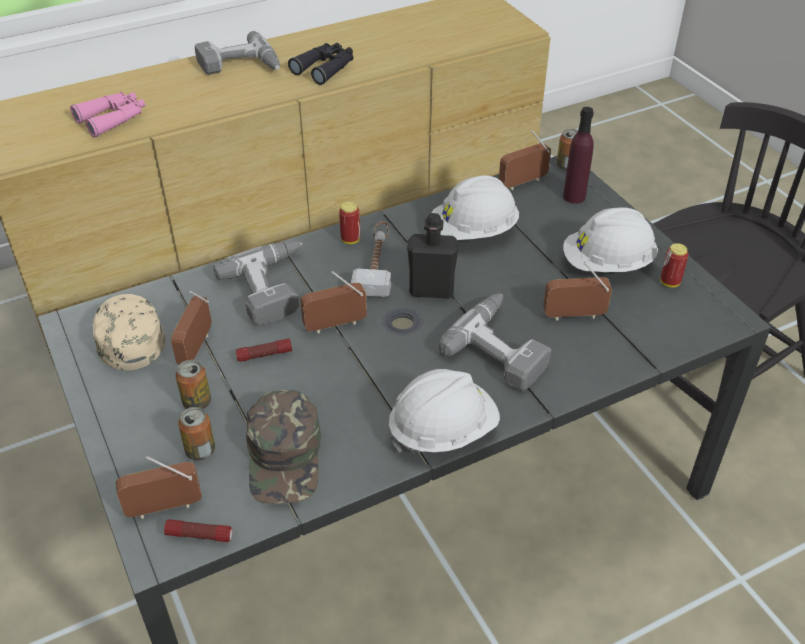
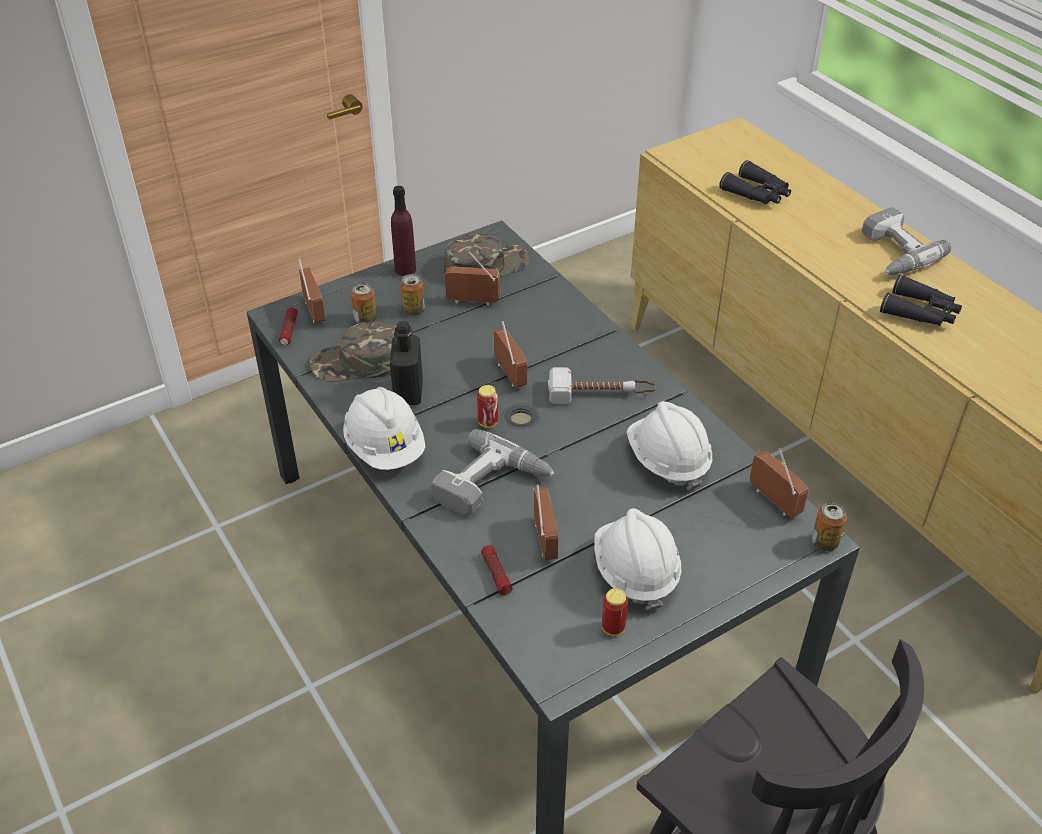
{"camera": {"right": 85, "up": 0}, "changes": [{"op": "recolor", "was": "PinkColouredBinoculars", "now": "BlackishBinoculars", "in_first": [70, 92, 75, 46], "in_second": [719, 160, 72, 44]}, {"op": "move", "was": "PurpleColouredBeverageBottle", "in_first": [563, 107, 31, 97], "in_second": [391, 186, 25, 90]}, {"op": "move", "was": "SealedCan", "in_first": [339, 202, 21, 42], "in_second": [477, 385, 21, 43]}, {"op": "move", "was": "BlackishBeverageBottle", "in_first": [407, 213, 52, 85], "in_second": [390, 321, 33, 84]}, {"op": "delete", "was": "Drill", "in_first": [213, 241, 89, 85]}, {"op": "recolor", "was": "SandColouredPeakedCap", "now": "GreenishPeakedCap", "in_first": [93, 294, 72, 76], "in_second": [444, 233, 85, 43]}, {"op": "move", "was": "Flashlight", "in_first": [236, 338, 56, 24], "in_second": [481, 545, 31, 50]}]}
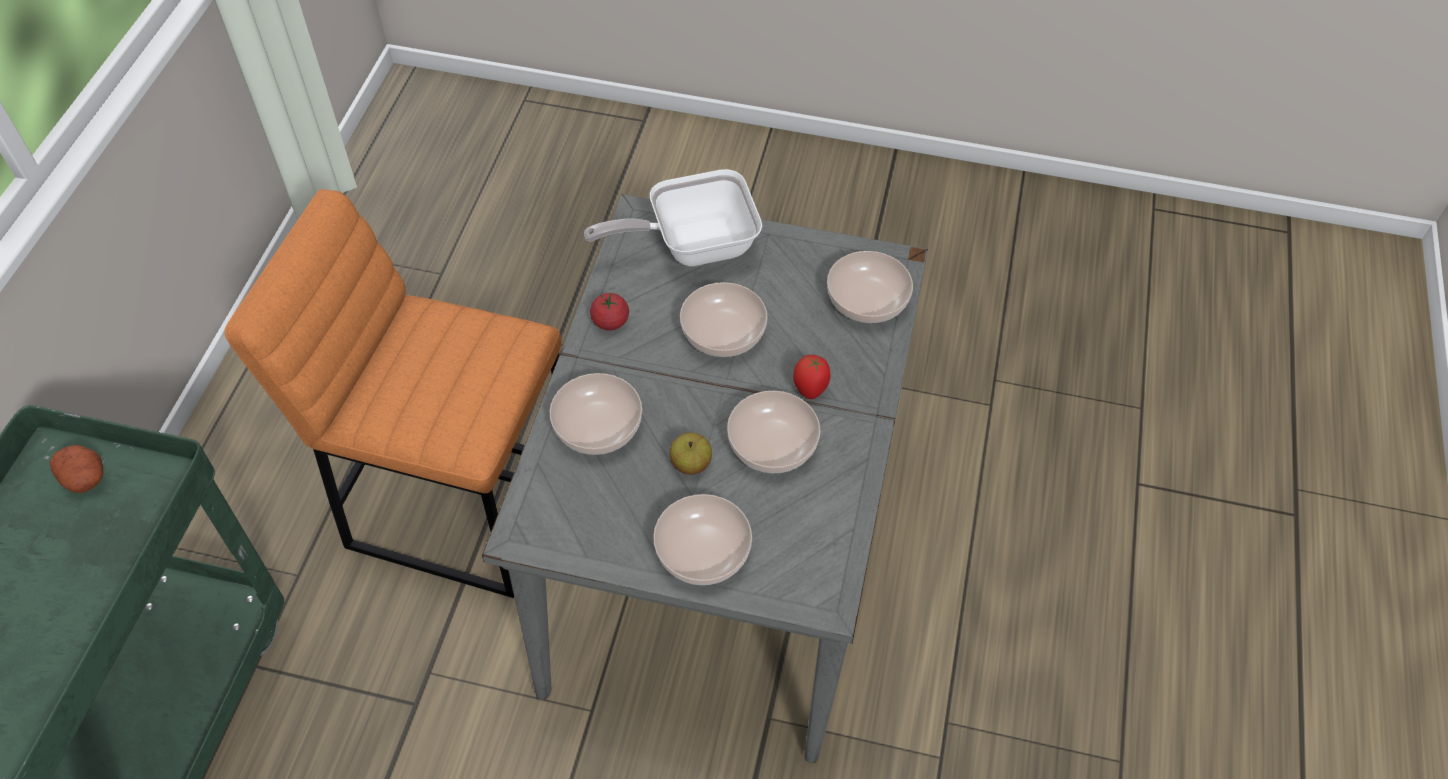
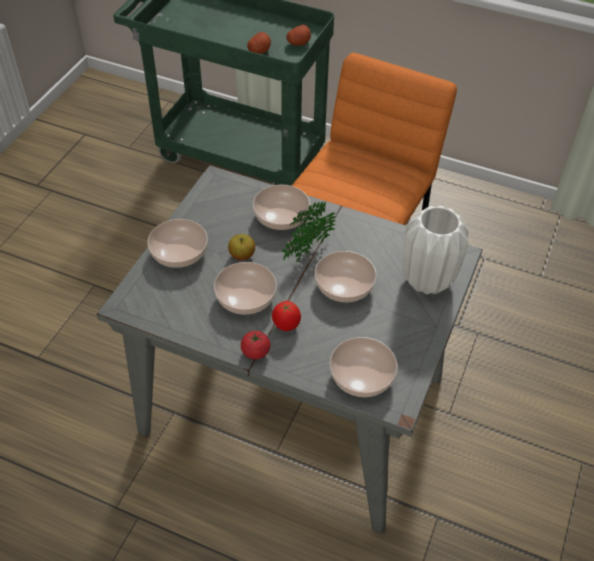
{"camera": {"right": 100, "up": -5}, "changes": [{"op": "replace", "was": "FryingPan", "now": "WhitishVase", "in_first": [584, 169, 178, 97], "in_second": [403, 205, 66, 90]}, {"op": "move", "was": "WholeTomato", "in_first": [590, 292, 39, 38], "in_second": [241, 331, 29, 28]}, {"op": "insert", "now": "WholePotato", "in_second": [247, 32, 24, 22]}, {"op": "insert", "now": "Houseplant", "in_second": [282, 202, 54, 62]}]}
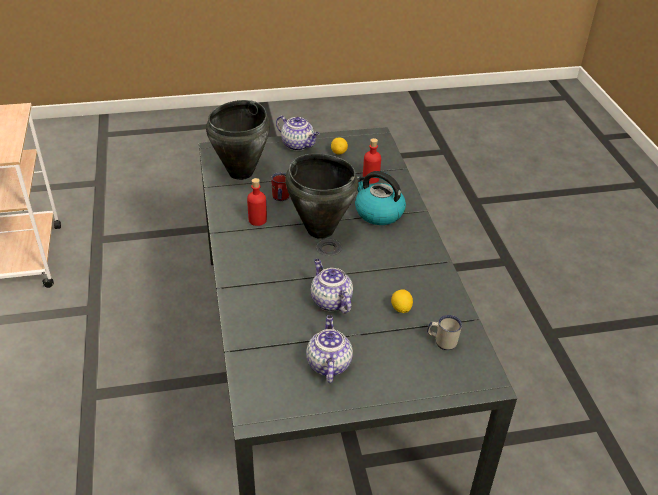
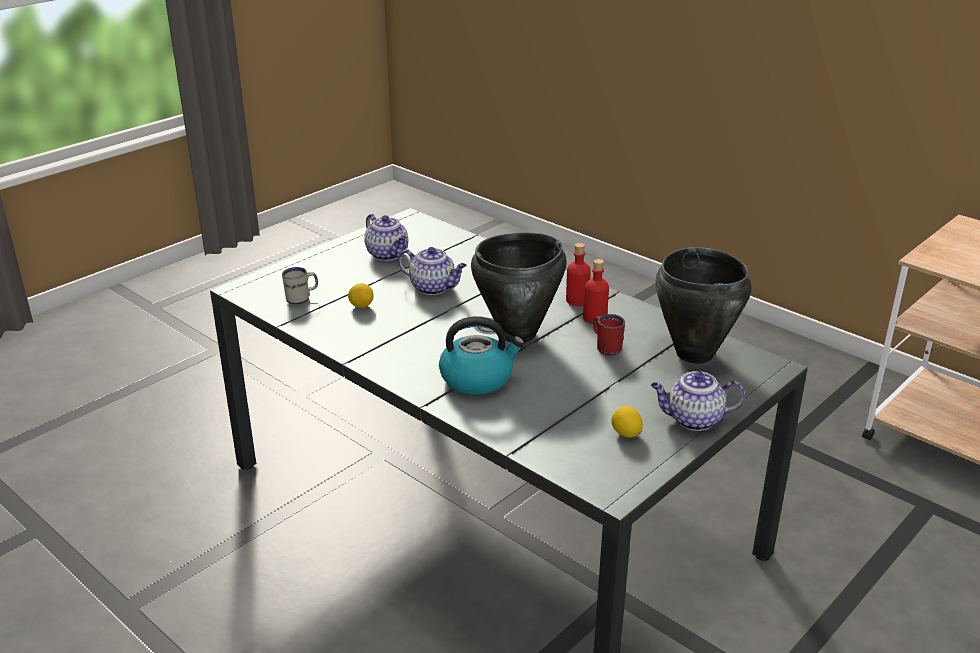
{"camera": {"right": 145, "up": -10}, "changes": [{"op": "move", "was": "ReddishBeverageBottle", "in_first": [363, 138, 18, 46], "in_second": [566, 243, 25, 63]}]}
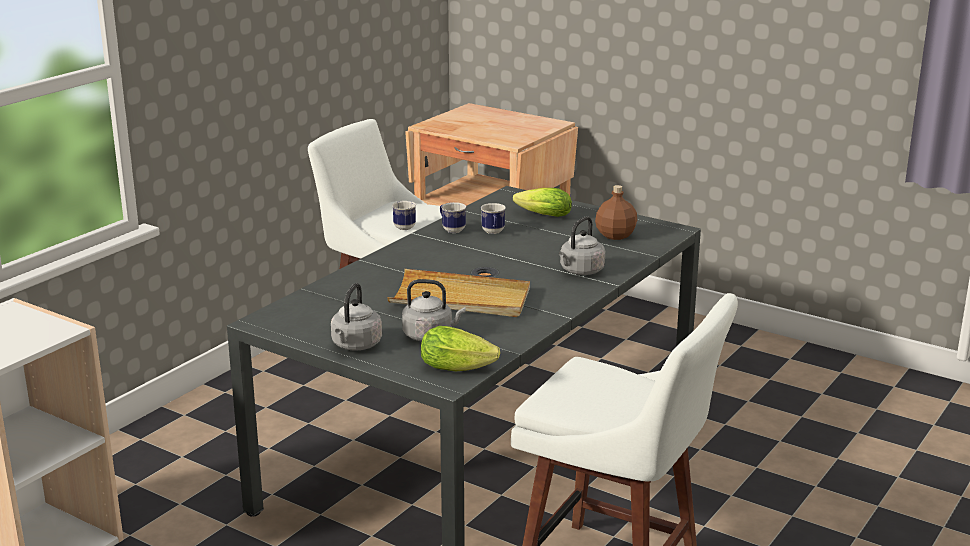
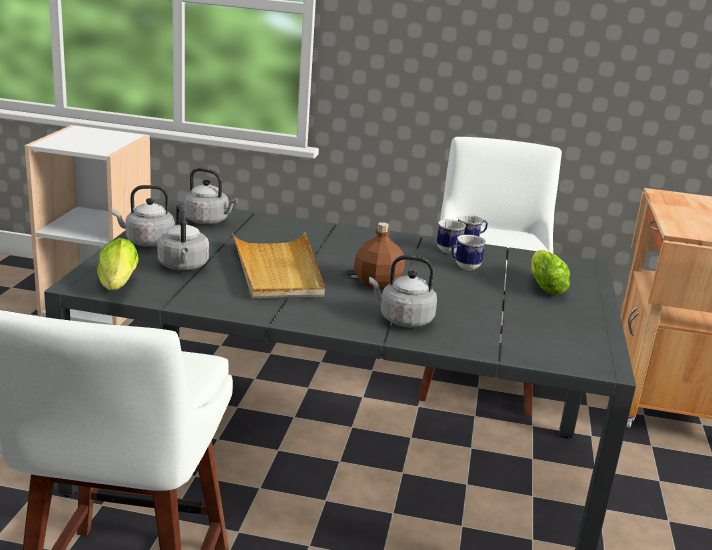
{"camera": {"right": 65, "up": 0}, "changes": [{"op": "move", "was": "BrownishBeverageBottle", "in_first": [595, 185, 42, 55], "in_second": [354, 222, 51, 67]}, {"op": "insert", "now": "GreyKettle", "in_second": [184, 168, 54, 56]}]}
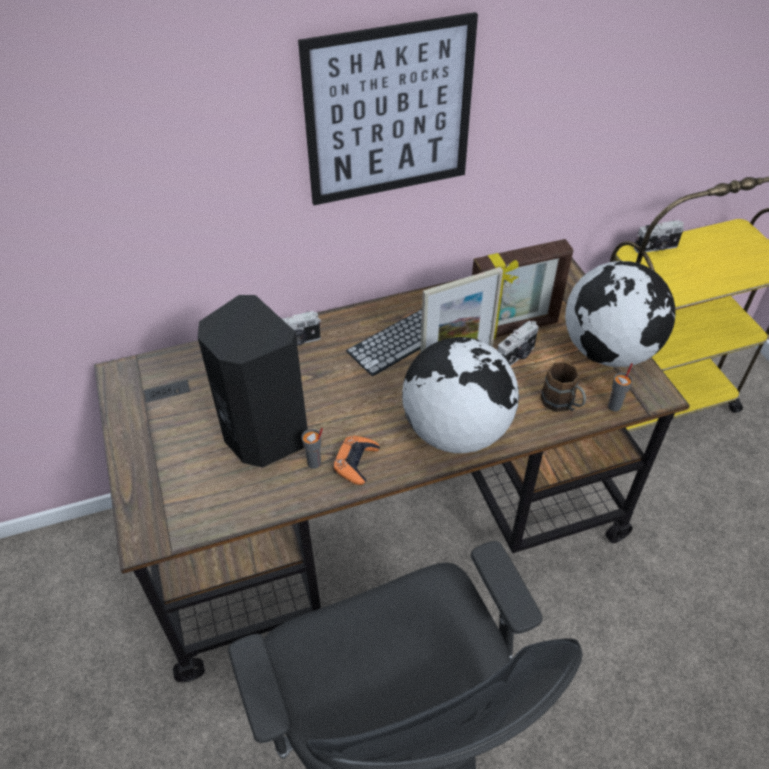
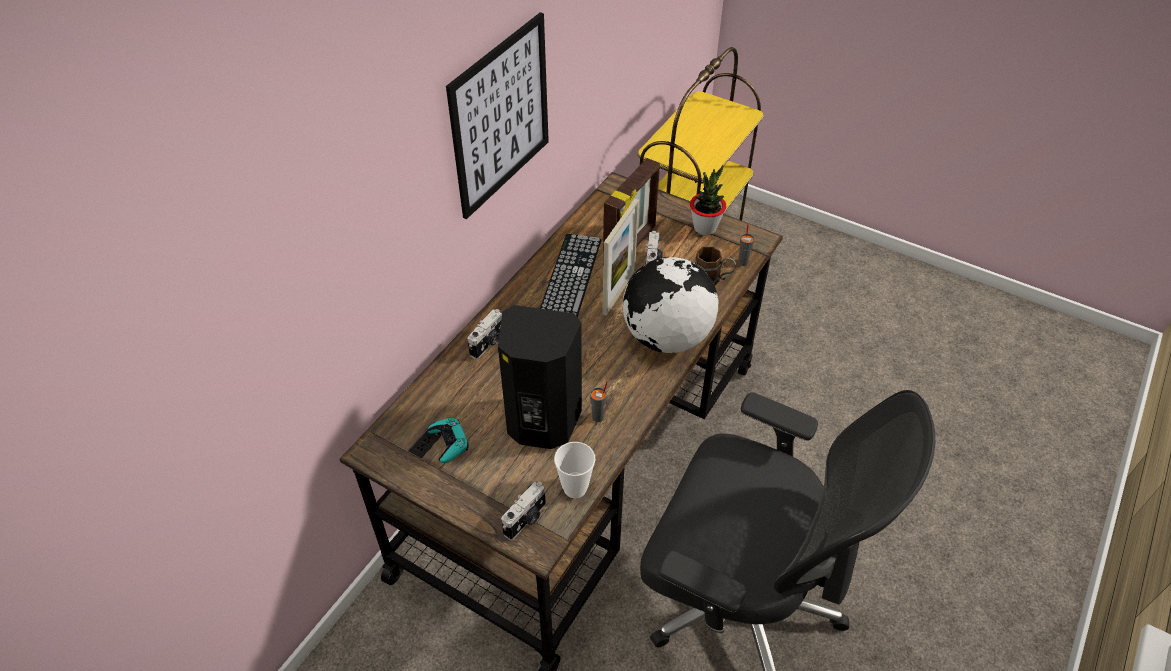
{"camera": {"right": -40, "up": 0}, "changes": [{"op": "move", "was": "StillCamera", "in_first": [634, 220, 50, 33], "in_second": [501, 482, 45, 58]}, {"op": "replace", "was": "Globe", "now": "Houseplant", "in_first": [565, 261, 111, 106], "in_second": [690, 165, 36, 70]}, {"op": "delete", "was": "OrangeyJoypad", "in_first": [333, 436, 47, 49]}, {"op": "insert", "now": "TurquoiseColouredJoypad", "in_second": [428, 418, 40, 45]}, {"op": "insert", "now": "SmallCup", "in_second": [554, 442, 41, 56]}]}
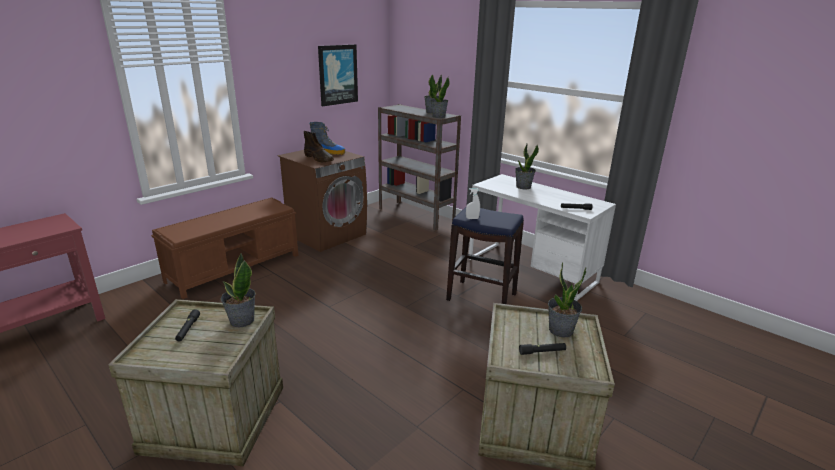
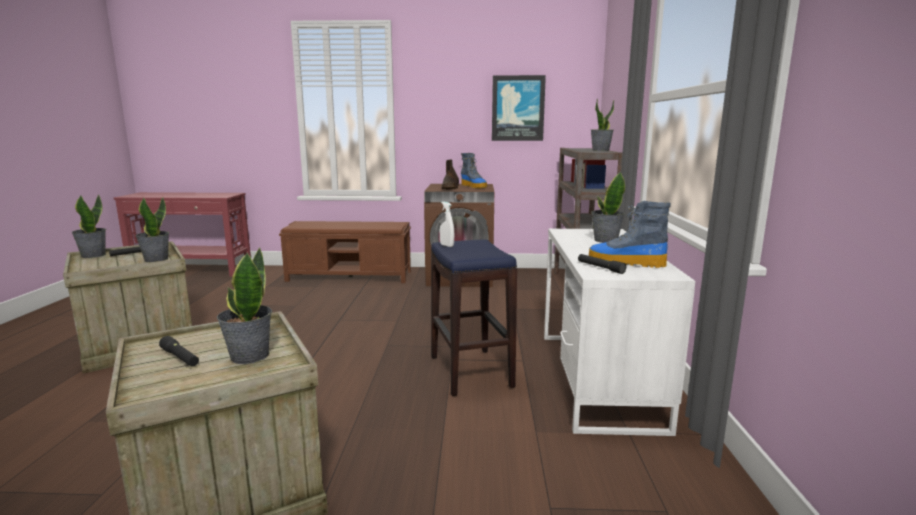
{"camera": {"right": 50, "up": -10}, "changes": [{"op": "move", "was": "Houseplant", "in_first": [431, 77, 19, 41], "in_second": [71, 195, 35, 63]}, {"op": "insert", "now": "TallBoot", "in_second": [589, 201, 82, 67]}]}
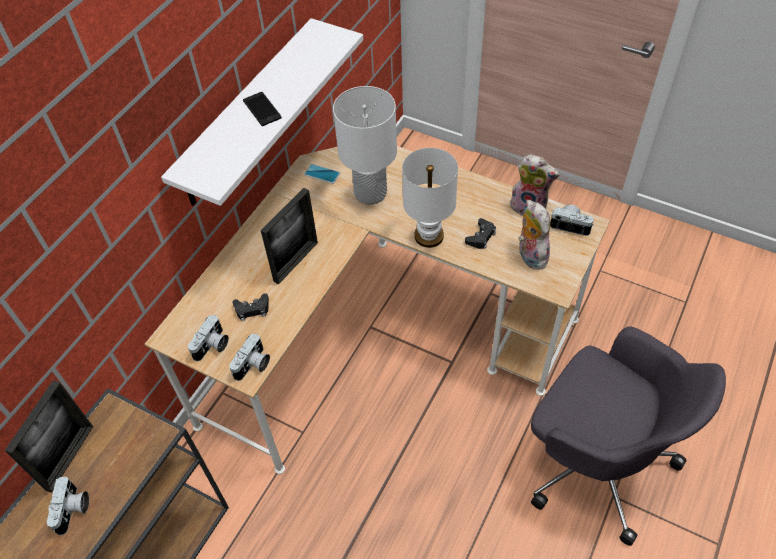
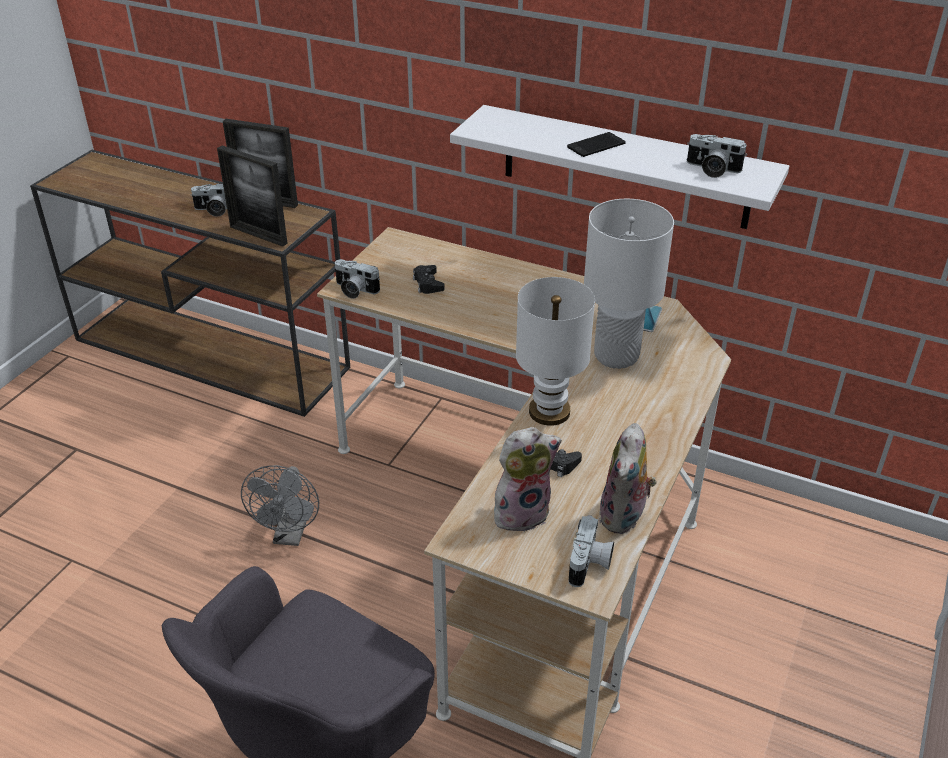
{"camera": {"right": 85, "up": -15}, "changes": [{"op": "move", "was": "PictureFrame", "in_first": [261, 188, 57, 96], "in_second": [217, 145, 71, 102]}, {"op": "move", "was": "StillCamera", "in_first": [188, 315, 41, 46], "in_second": [687, 134, 60, 44]}, {"op": "insert", "now": "GreyCoolingFan", "in_second": [241, 465, 78, 81]}]}
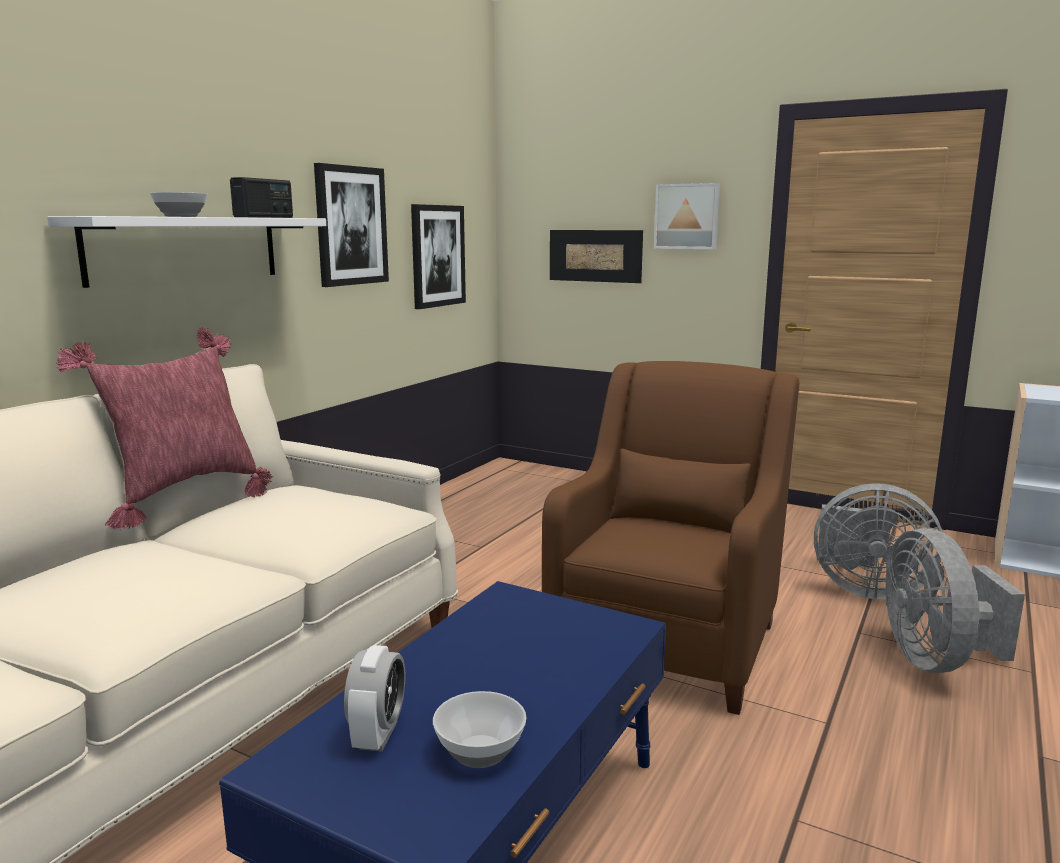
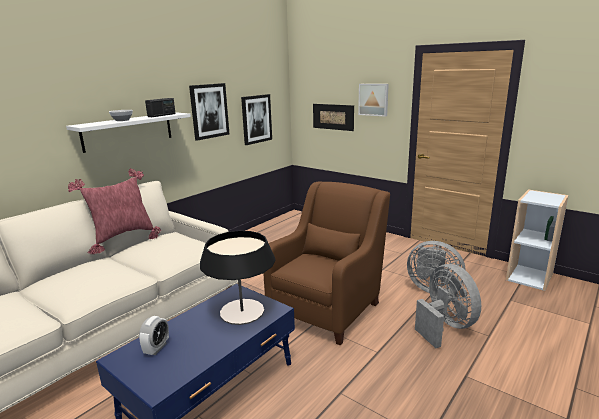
{"camera": {"right": 10, "up": 5}, "changes": [{"op": "rotate", "was": "GreyCoolingFan", "in_first": [885, 528, 140, 145], "in_second": [415, 264, 66, 84], "clockwise": 150}, {"op": "delete", "was": "ServingBowl", "in_first": [433, 691, 93, 77]}, {"op": "insert", "now": "TableLamp", "in_second": [200, 231, 75, 94]}]}
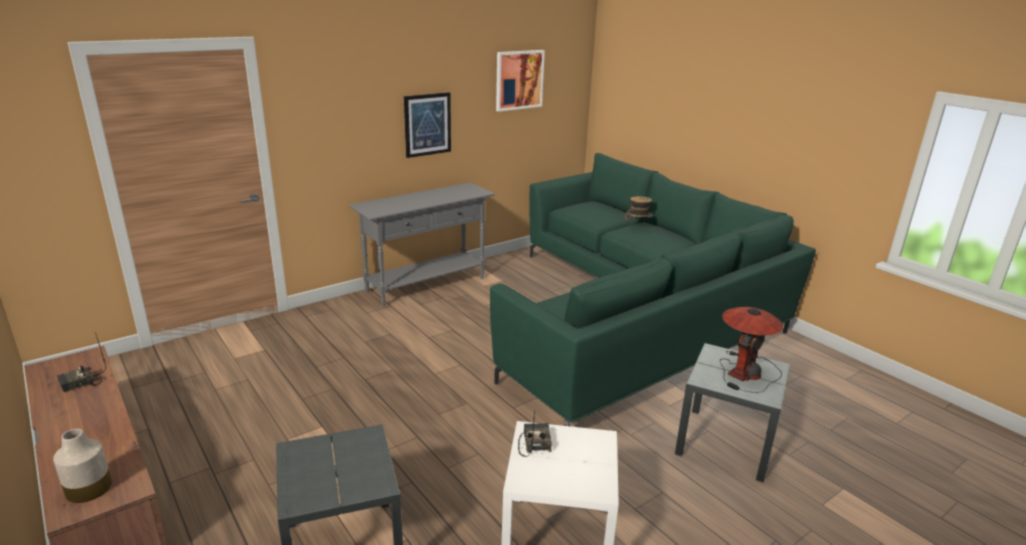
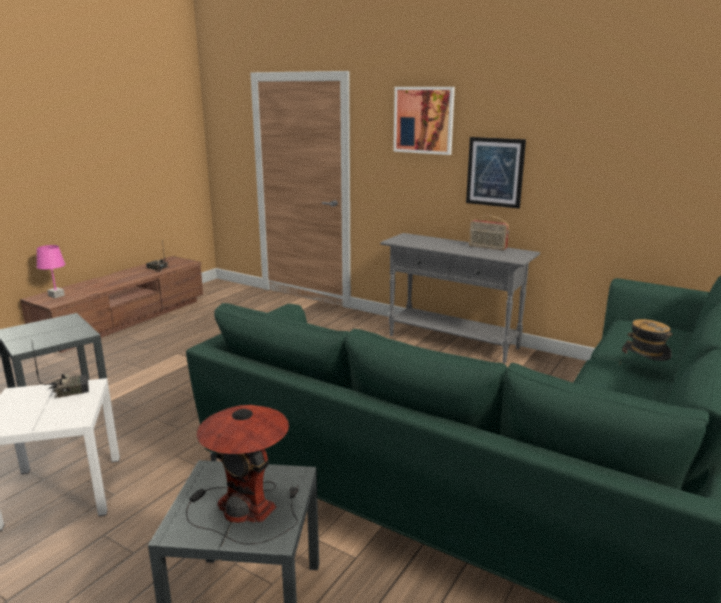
{"camera": {"right": 70, "up": -5}, "changes": [{"op": "move", "was": "WallArt", "in_first": [496, 50, 49, 62], "in_second": [393, 87, 62, 68]}, {"op": "replace", "was": "SandColouredVase", "now": "PinkColouredTableLamp", "in_first": [53, 429, 59, 74], "in_second": [37, 245, 28, 53]}, {"op": "insert", "now": "RadioReceiver", "in_second": [469, 215, 40, 35]}]}
